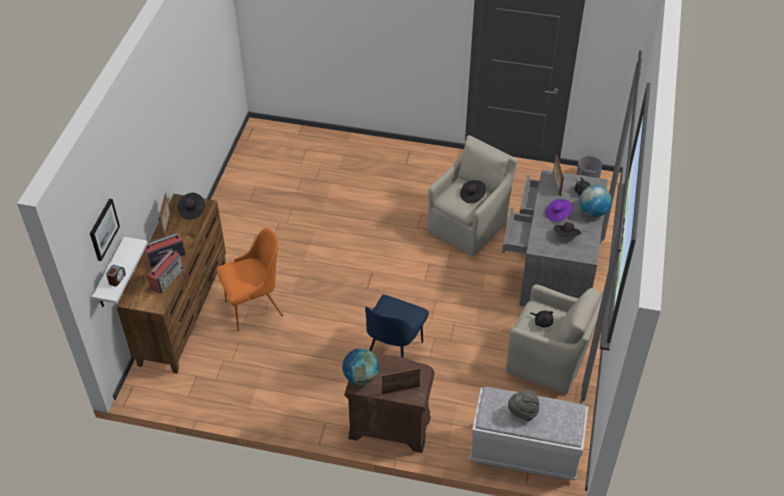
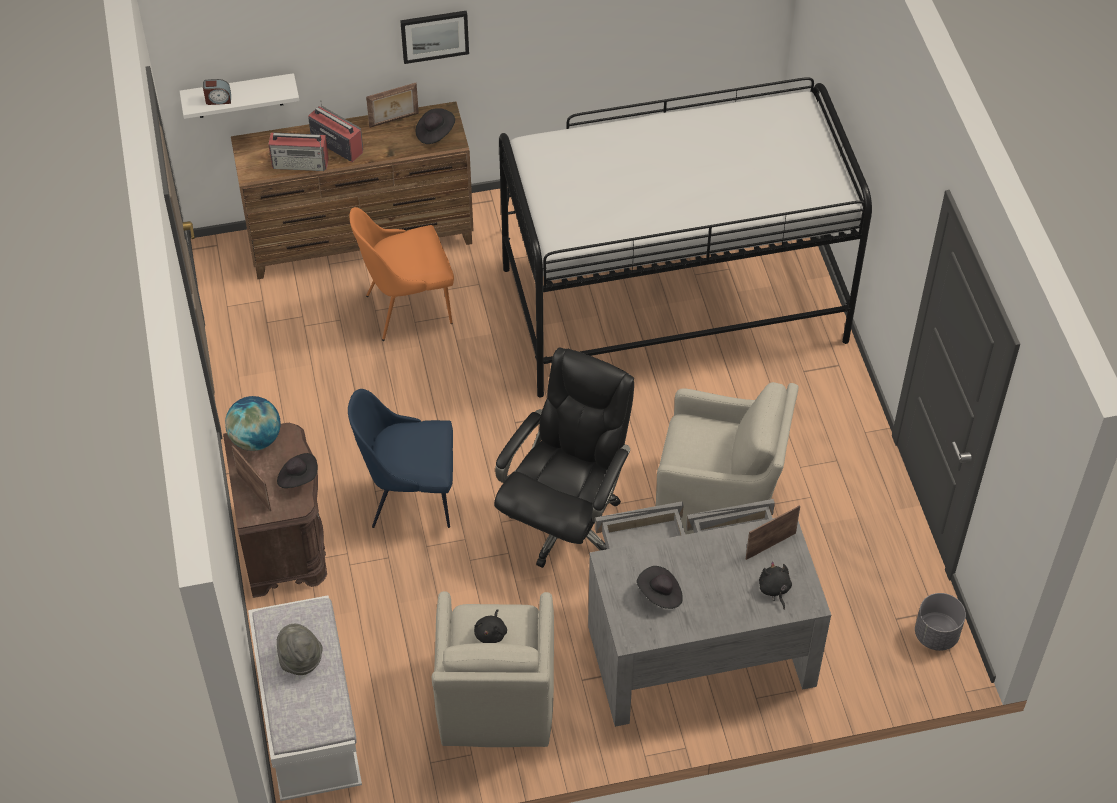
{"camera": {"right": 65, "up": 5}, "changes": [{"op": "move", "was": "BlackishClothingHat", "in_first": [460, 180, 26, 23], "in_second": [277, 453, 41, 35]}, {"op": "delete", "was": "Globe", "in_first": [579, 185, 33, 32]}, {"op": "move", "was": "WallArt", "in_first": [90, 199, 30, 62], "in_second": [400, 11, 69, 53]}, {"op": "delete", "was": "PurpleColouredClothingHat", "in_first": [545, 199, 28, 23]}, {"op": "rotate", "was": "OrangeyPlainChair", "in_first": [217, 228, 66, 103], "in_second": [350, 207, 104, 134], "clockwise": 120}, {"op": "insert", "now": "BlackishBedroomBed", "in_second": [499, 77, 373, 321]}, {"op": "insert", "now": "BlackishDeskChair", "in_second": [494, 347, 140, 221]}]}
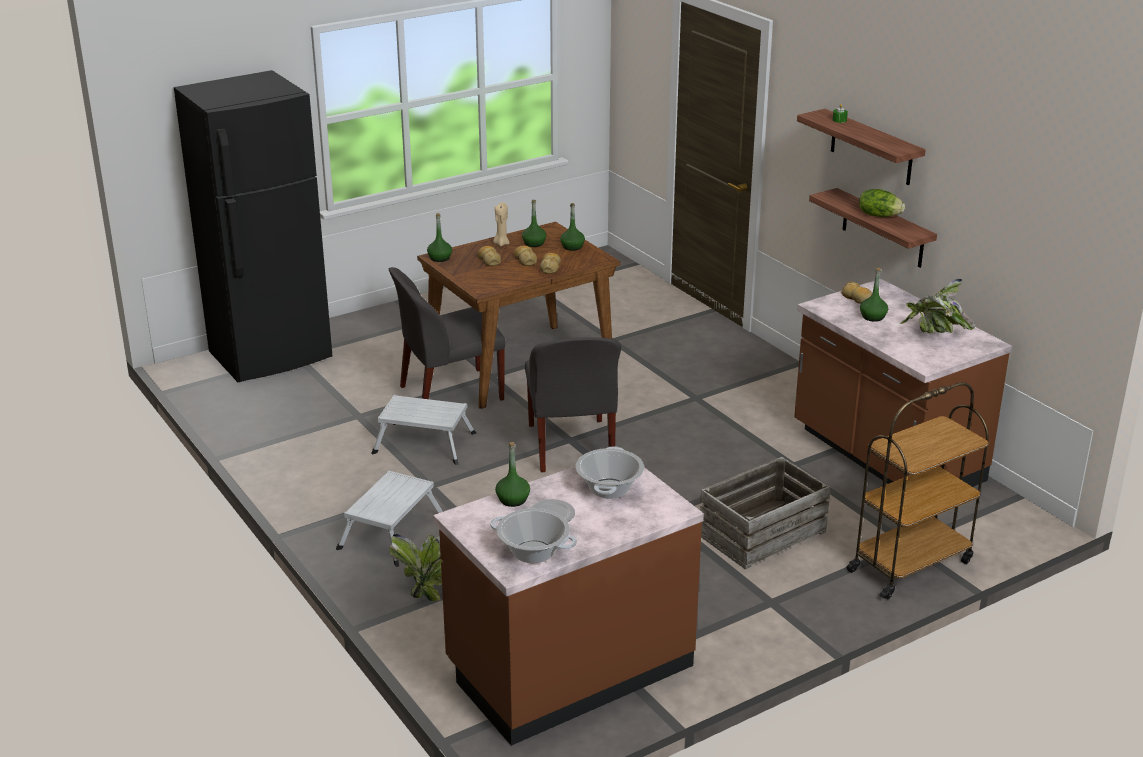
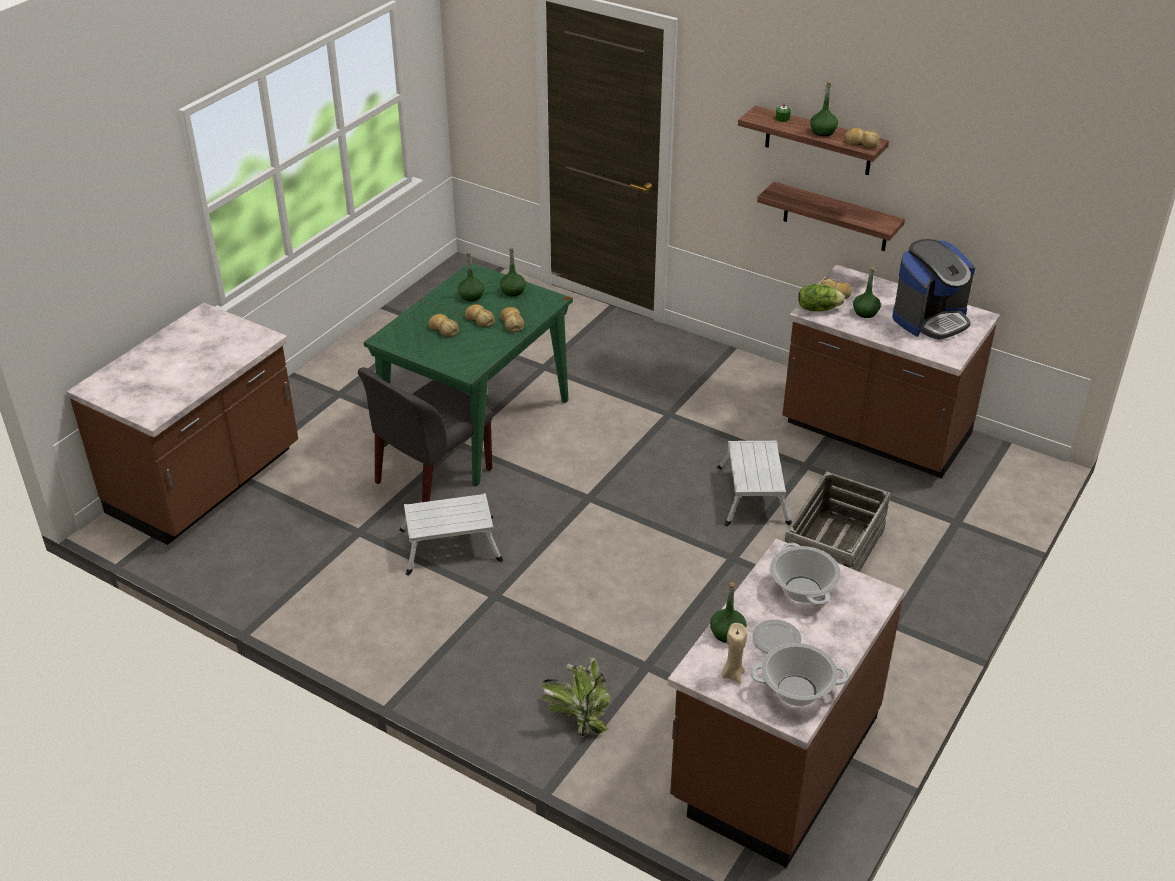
{"camera": {"right": -25, "up": 10}, "changes": [{"op": "replace", "was": "BlackishKitchenFridge", "now": "BrownishKitchenBaseUnit", "in_first": [174, 70, 158, 312], "in_second": [67, 303, 231, 242]}, {"op": "move", "was": "LettuceHead", "in_first": [859, 189, 46, 28], "in_second": [798, 284, 47, 27]}, {"op": "move", "was": "SandColouredCandle", "in_first": [493, 202, 17, 45], "in_second": [721, 623, 26, 60]}, {"op": "move", "was": "GreenishBeverageBottle", "in_first": [427, 213, 25, 49], "in_second": [810, 81, 28, 55]}, {"op": "recolor", "was": "BrownishDiningTable", "now": "GreenishDiningTable", "in_first": [417, 222, 203, 187], "in_second": [364, 263, 209, 223]}, {"op": "replace", "was": "Houseplant", "now": "CoffeeMaker", "in_first": [900, 279, 75, 54], "in_second": [892, 239, 83, 101]}, {"op": "delete", "was": "GreyPlainChair", "in_first": [525, 337, 96, 135]}, {"op": "delete", "was": "BrownishWheeledCart", "in_first": [847, 382, 142, 217]}, {"op": "move", "was": "WhitishStepStool", "in_first": [336, 471, 108, 96], "in_second": [717, 441, 75, 86]}, {"op": "insert", "now": "BakedBread", "in_second": [844, 128, 35, 20]}]}
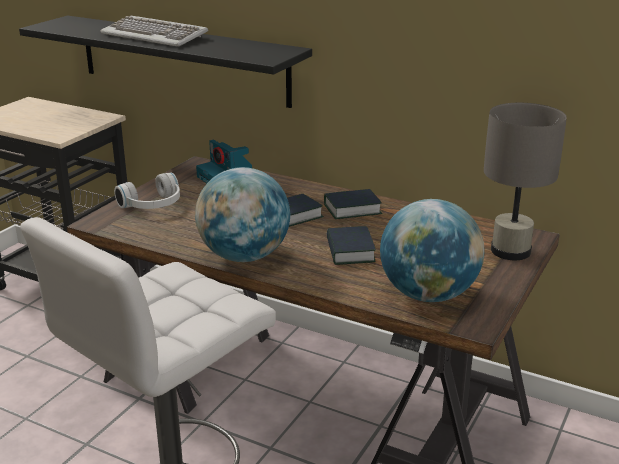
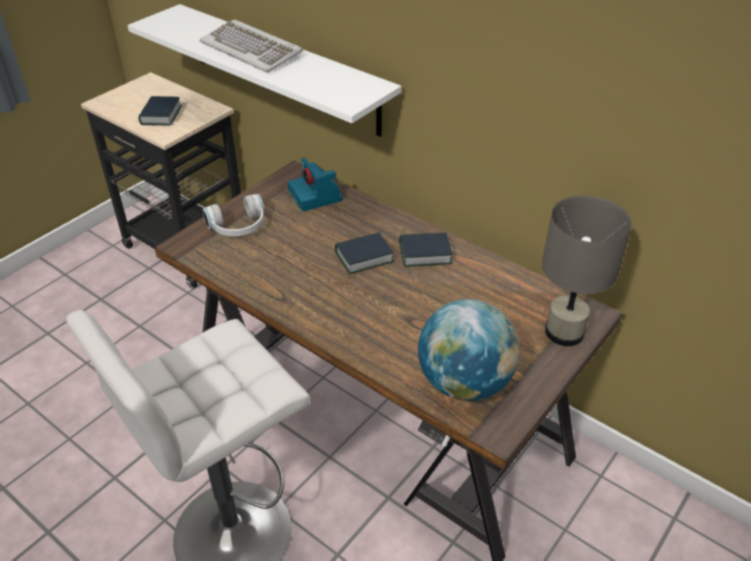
{"camera": {"right": 10, "up": 15}, "changes": [{"op": "recolor", "was": "BlackishBracketShelf", "now": "WhitishBracketShelf", "in_first": [19, 16, 293, 92], "in_second": [127, 4, 274, 133]}, {"op": "delete", "was": "Globe", "in_first": [195, 167, 95, 95]}, {"op": "move", "was": "Book", "in_first": [327, 226, 49, 39], "in_second": [139, 96, 43, 29]}]}
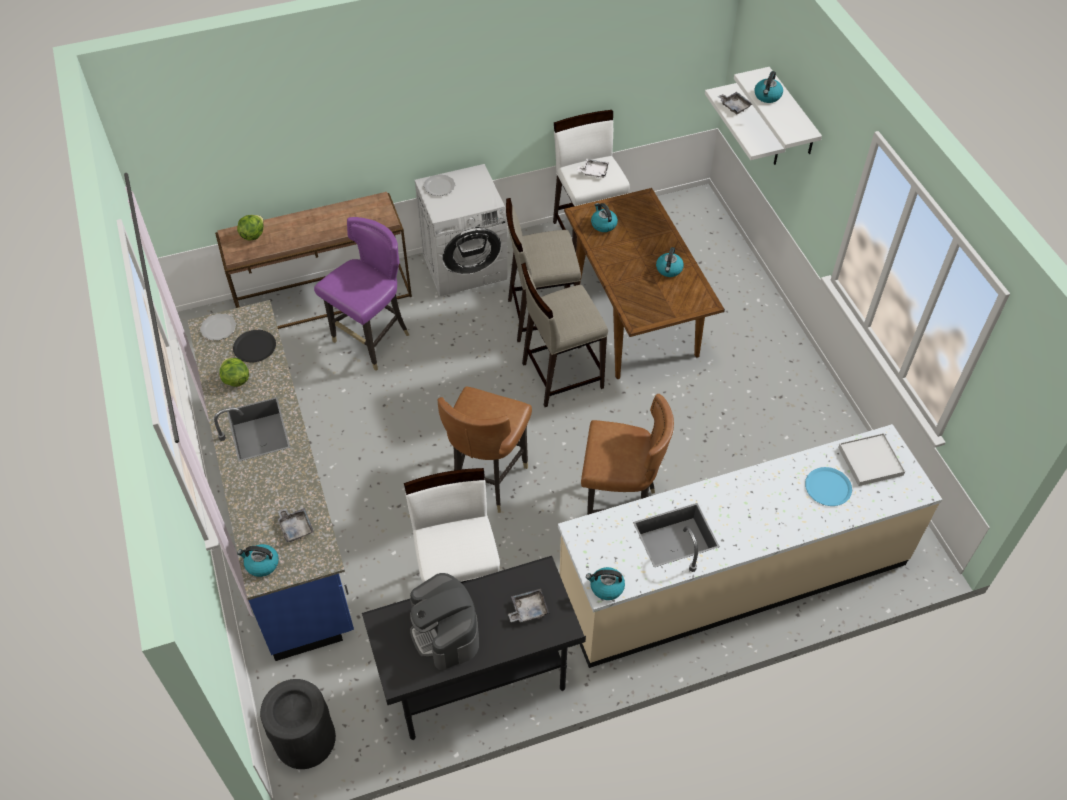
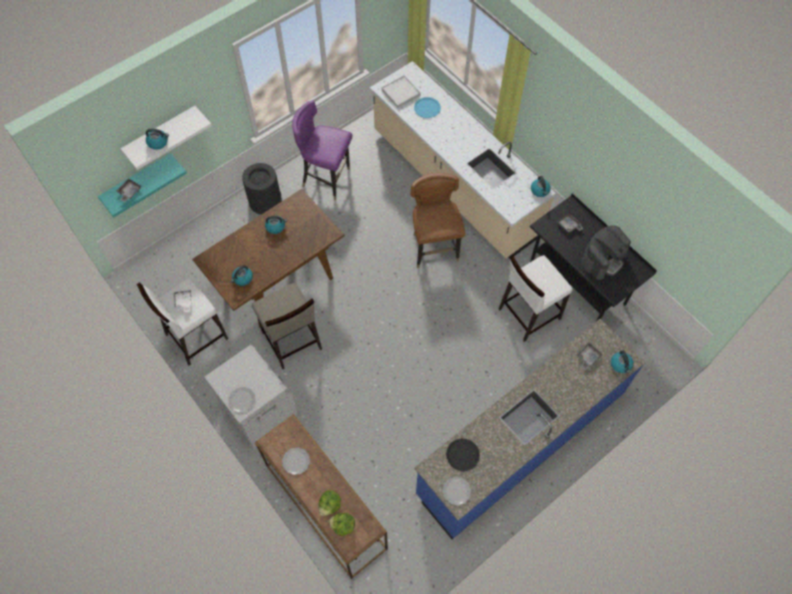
{"camera": {"right": -110, "up": 10}, "changes": [{"op": "recolor", "was": "WhitishBracketShelf", "now": "TurquoiseColouredBracketShelf", "in_first": [705, 83, 81, 82], "in_second": [98, 153, 89, 64]}, {"op": "move", "was": "PurpleColouredPlainChair", "in_first": [314, 217, 95, 154], "in_second": [292, 100, 60, 100]}, {"op": "delete", "was": "SandColouredStoolSeat", "in_first": [521, 263, 87, 144]}, {"op": "move", "was": "LettuceHead", "in_first": [219, 358, 30, 29], "in_second": [319, 490, 22, 26]}, {"op": "delete", "was": "BrownishPlainChair", "in_first": [437, 387, 95, 126]}, {"op": "move", "was": "BlackishTrashCan", "in_first": [260, 679, 76, 90], "in_second": [242, 163, 40, 52]}, {"op": "insert", "now": "DinnerPlate", "in_second": [282, 447, 28, 28]}]}
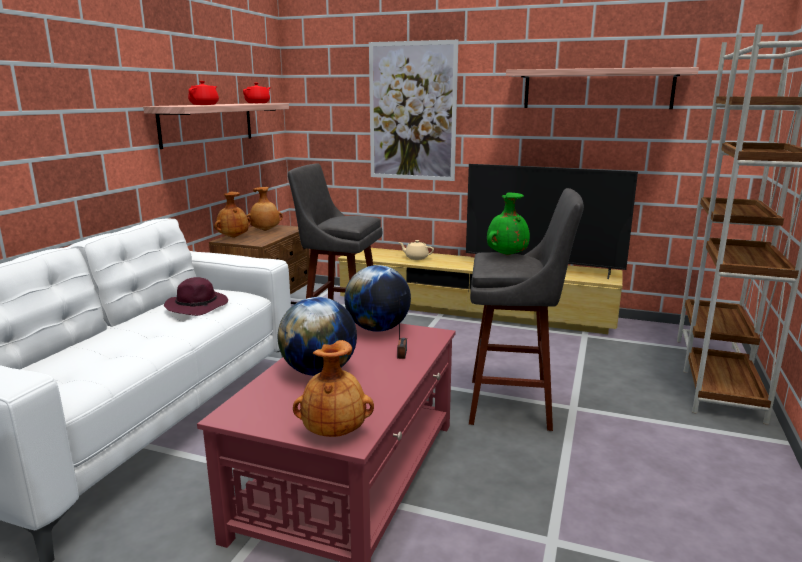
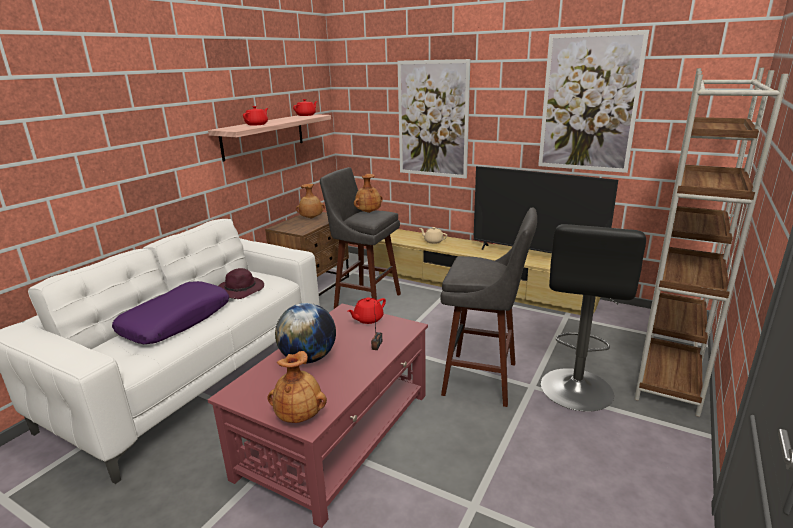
{"camera": {"right": 10, "up": 5}, "changes": [{"op": "replace", "was": "BracketShelf", "now": "WallArt", "in_first": [506, 67, 193, 42], "in_second": [538, 30, 111, 143]}, {"op": "move", "was": "BrownishVase", "in_first": [214, 192, 37, 46], "in_second": [354, 174, 29, 39]}, {"op": "delete", "was": "GreenishVase", "in_first": [487, 192, 43, 63]}, {"op": "replace", "was": "Globe", "now": "ReddishPotForTea", "in_first": [344, 265, 67, 67], "in_second": [348, 297, 38, 27]}, {"op": "insert", "now": "BlackishStoolSeat", "in_second": [541, 224, 105, 188]}, {"op": "insert", "now": "PurpleColouredCushion", "in_second": [112, 281, 117, 63]}]}
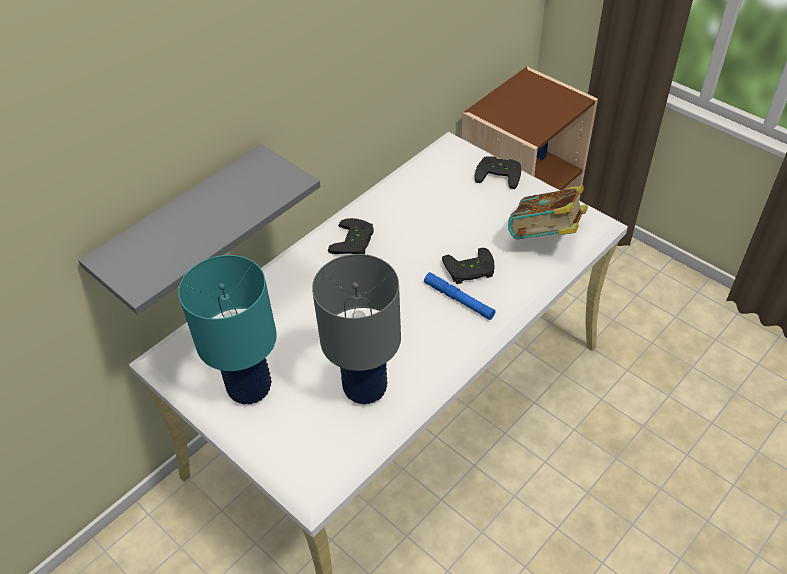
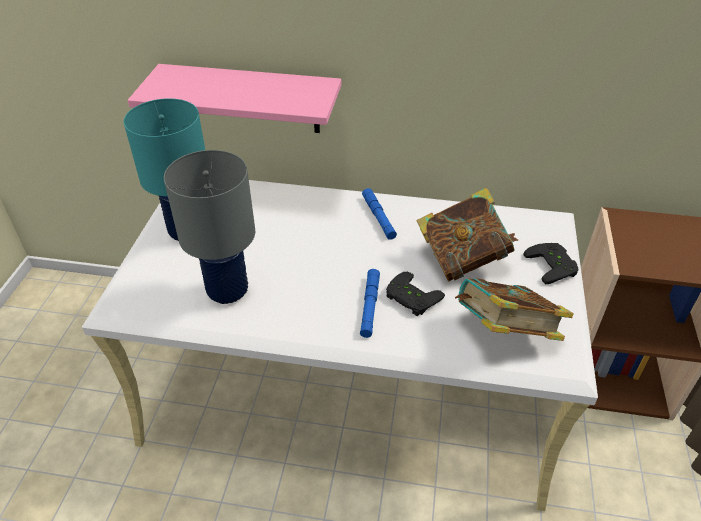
{"camera": {"right": 55, "up": -5}, "changes": [{"op": "recolor", "was": "GreyBracketShelf", "now": "PinkColouredBracketShelf", "in_first": [78, 144, 243, 171], "in_second": [128, 64, 213, 69]}, {"op": "replace", "was": "BlackishJoypad", "now": "BlueColouredFlashlight", "in_first": [328, 218, 46, 36], "in_second": [362, 188, 35, 52]}, {"op": "insert", "now": "Book", "in_second": [416, 188, 102, 93]}]}
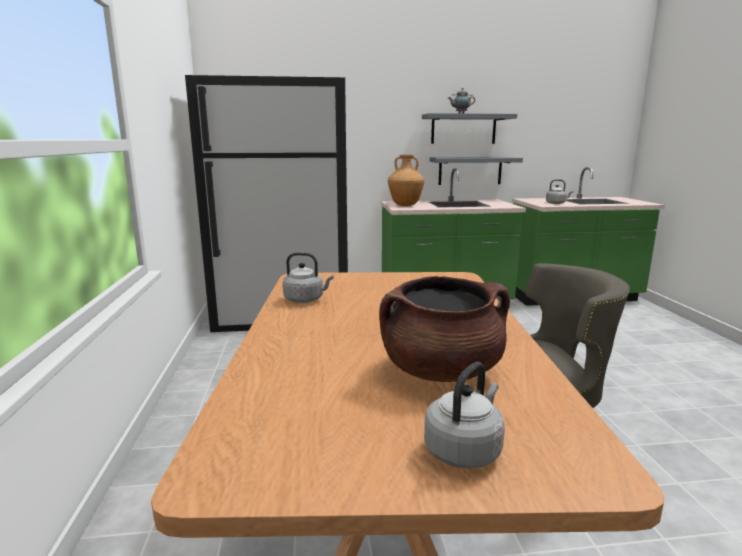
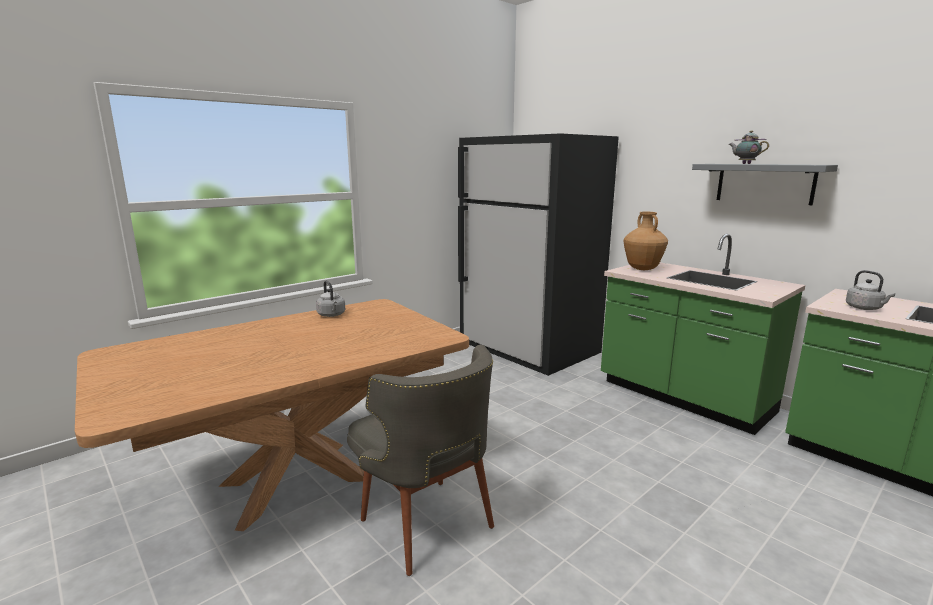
{"camera": {"right": 55, "up": 0}, "changes": [{"op": "delete", "was": "GreyBracketShelf", "in_first": [430, 157, 93, 28]}, {"op": "delete", "was": "BrownishStockpot", "in_first": [379, 276, 131, 106]}, {"op": "delete", "was": "GreyKettle", "in_first": [424, 362, 81, 107]}]}
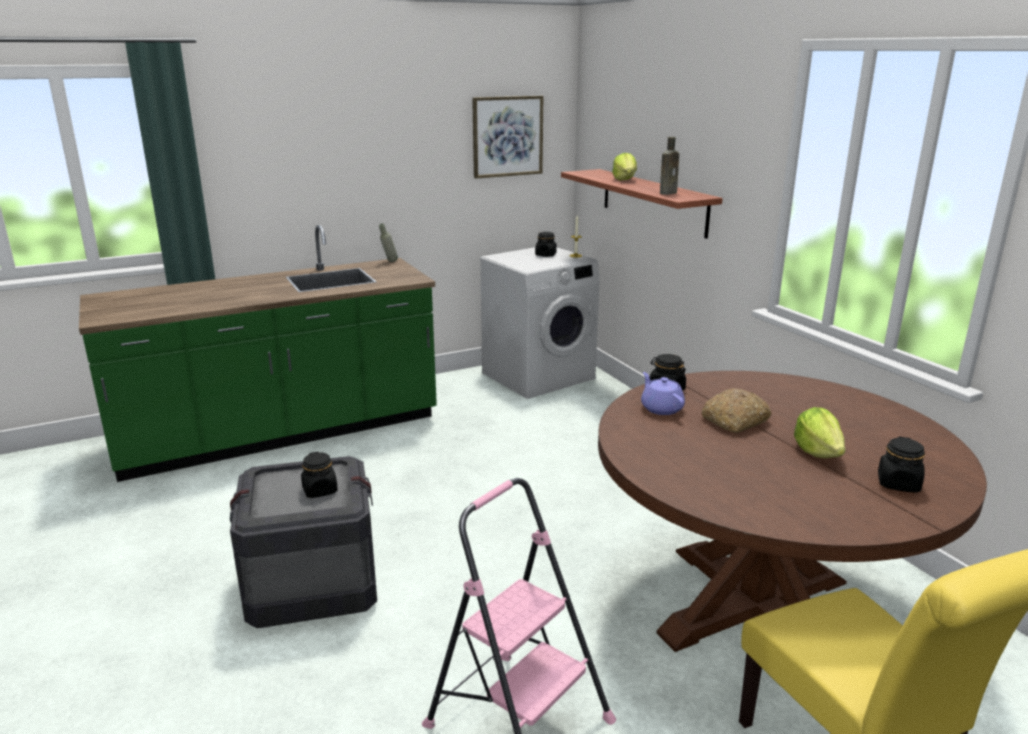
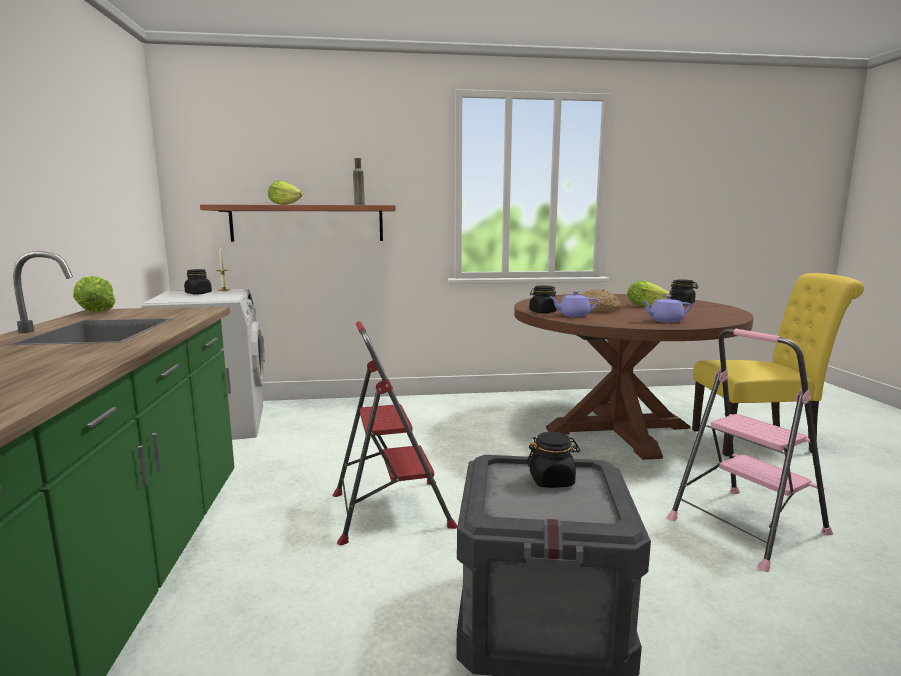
{"camera": {"right": -70, "up": -10}, "changes": [{"op": "delete", "was": "WallArt", "in_first": [472, 96, 71, 83]}, {"op": "replace", "was": "GreyBeverageBottle", "now": "LettuceHead", "in_first": [379, 223, 19, 39], "in_second": [73, 276, 43, 36]}, {"op": "insert", "now": "PurpleColouredPotForTea", "in_second": [641, 295, 50, 28]}, {"op": "insert", "now": "ReddishStepStool", "in_second": [333, 321, 125, 224]}]}
